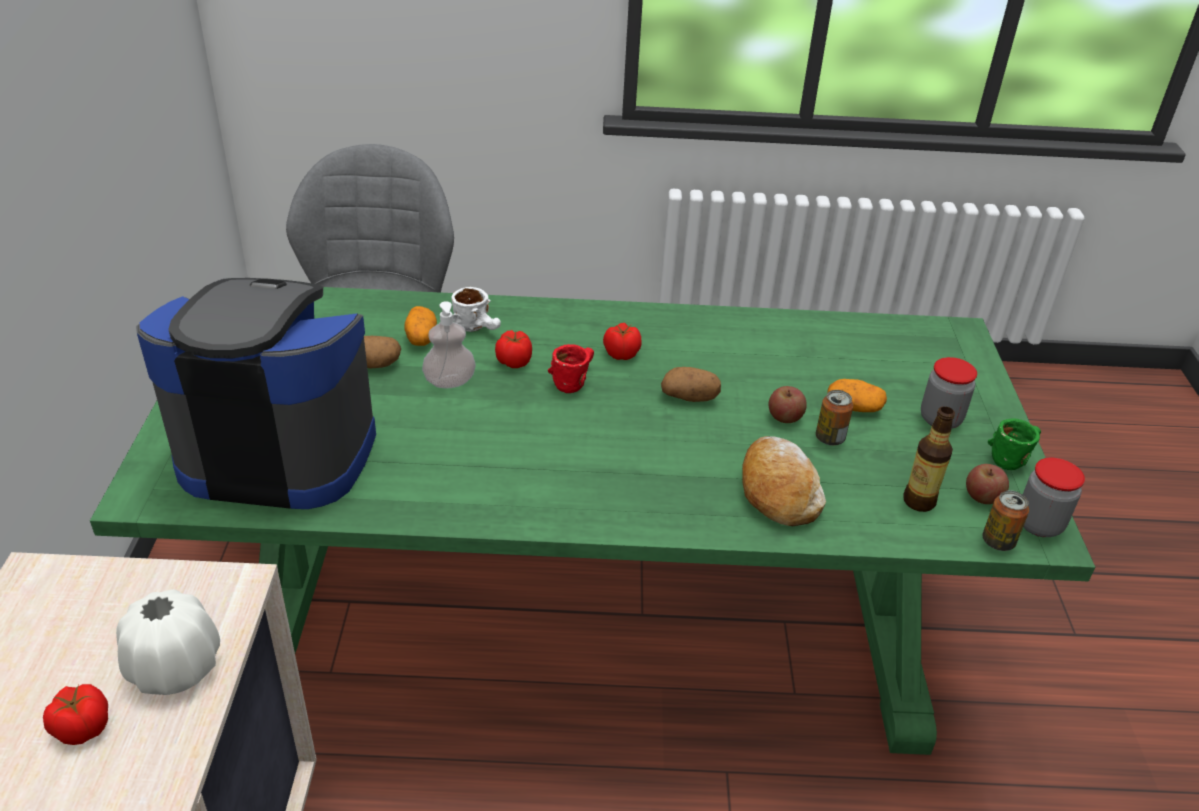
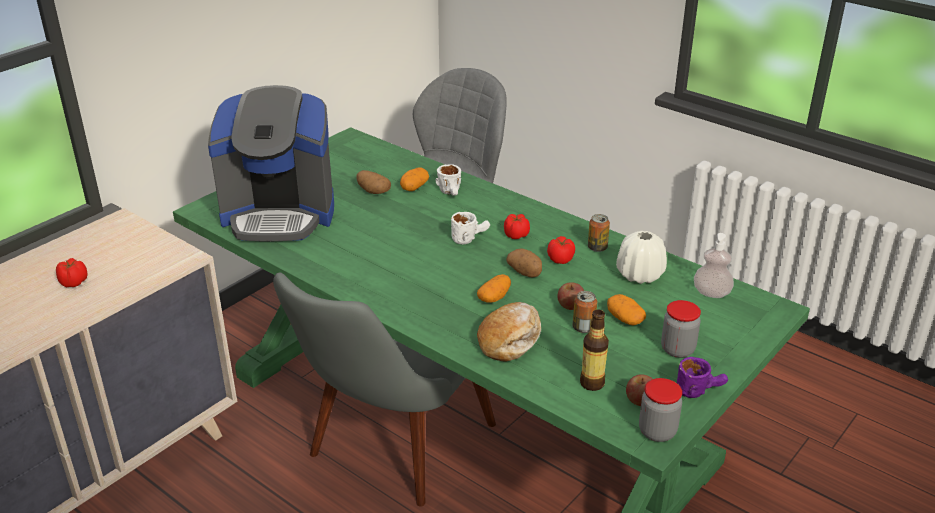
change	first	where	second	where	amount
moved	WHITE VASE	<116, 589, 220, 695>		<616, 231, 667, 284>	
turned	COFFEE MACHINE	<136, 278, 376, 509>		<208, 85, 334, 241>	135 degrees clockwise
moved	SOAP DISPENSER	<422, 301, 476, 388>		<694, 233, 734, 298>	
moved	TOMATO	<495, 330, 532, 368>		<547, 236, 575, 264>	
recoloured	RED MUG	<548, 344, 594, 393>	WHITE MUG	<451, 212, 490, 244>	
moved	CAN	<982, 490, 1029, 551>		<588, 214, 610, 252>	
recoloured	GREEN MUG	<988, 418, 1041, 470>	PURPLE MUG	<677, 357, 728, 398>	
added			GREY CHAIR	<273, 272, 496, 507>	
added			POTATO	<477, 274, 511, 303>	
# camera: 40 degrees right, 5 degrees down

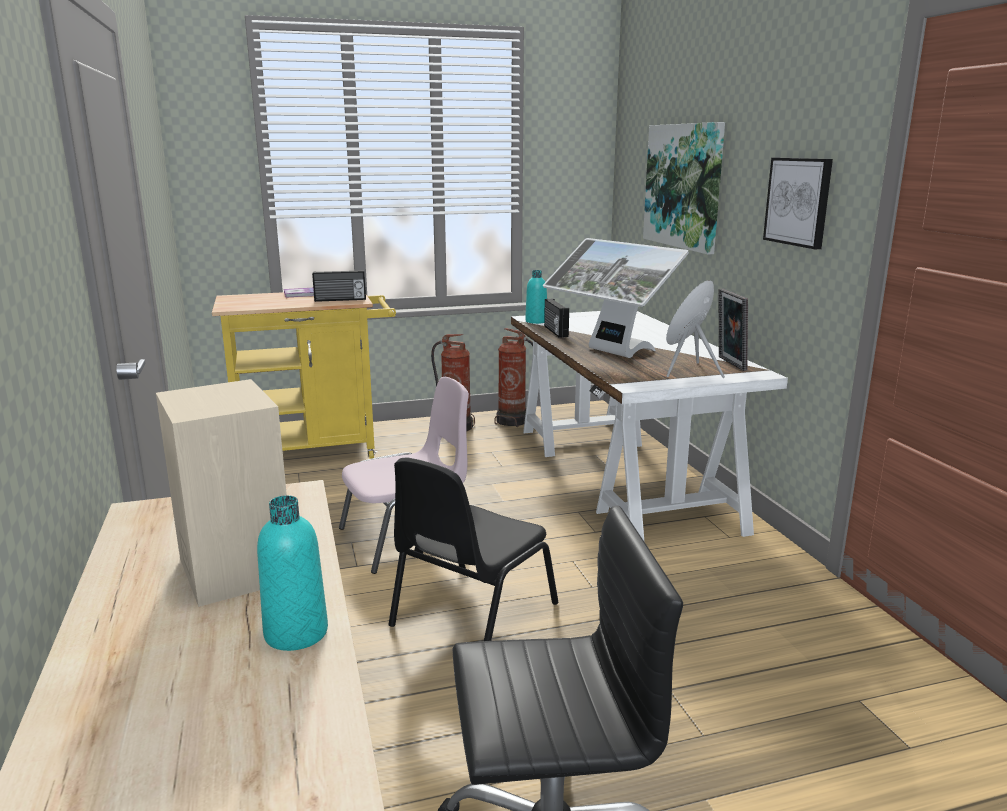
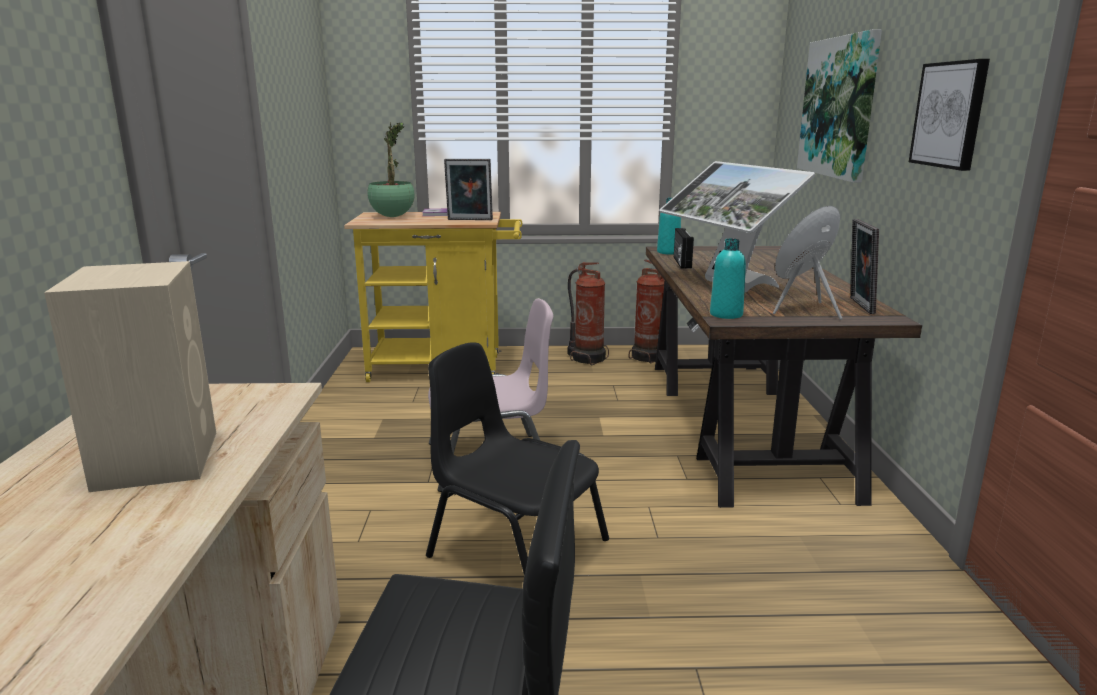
change	first	where	second	where	amount
moved	TURQUOISE BOTTLE	<257, 495, 328, 651>		<710, 238, 746, 319>	
replaced	RADIO	<312, 270, 366, 302>	PICTURE FRAME	<444, 159, 493, 220>	
turned	BLACK CHAIR	<389, 458, 558, 641>		<426, 342, 609, 575>	75 degrees clockwise
recoloured	WHITE DESK	<511, 311, 788, 541>	BROWN DESK	<646, 246, 922, 508>	
added			POTTED PLANT	<368, 122, 415, 217>	
# camera: 15 degrees right, 0 degrees up

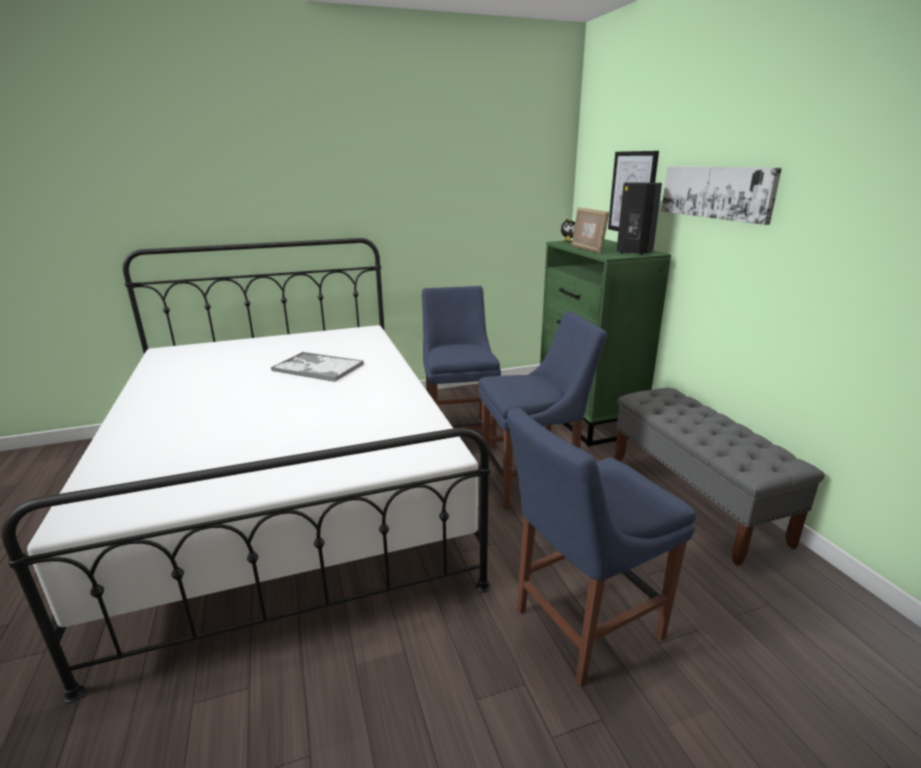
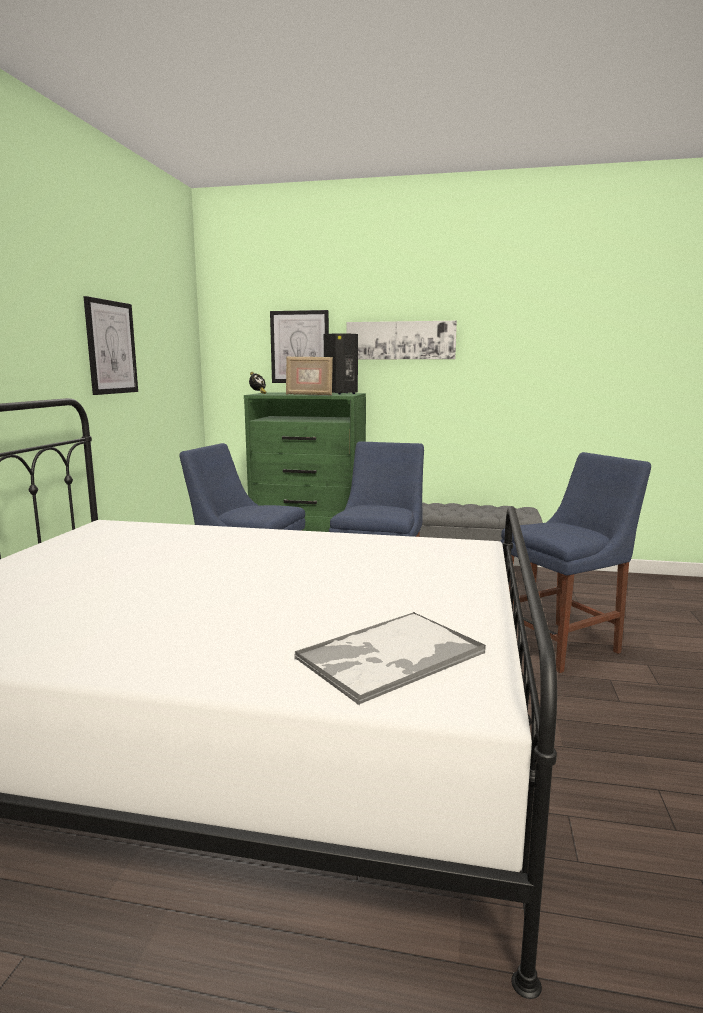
change	first	where	second	where	amount
moved	TRAY	<271, 352, 364, 382>		<294, 612, 486, 706>	
turned	BLUE CHAIR	<507, 407, 696, 686>		<500, 452, 651, 673>	120 degrees counterclockwise
added			PICTURE	<84, 296, 138, 395>	
# camera: 60 degrees left, 10 degrees down

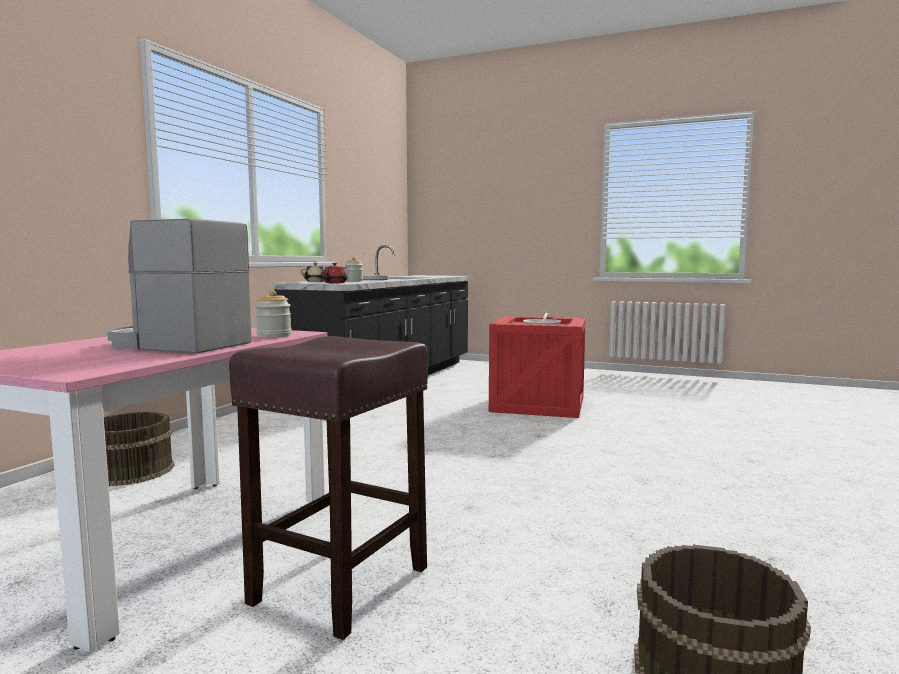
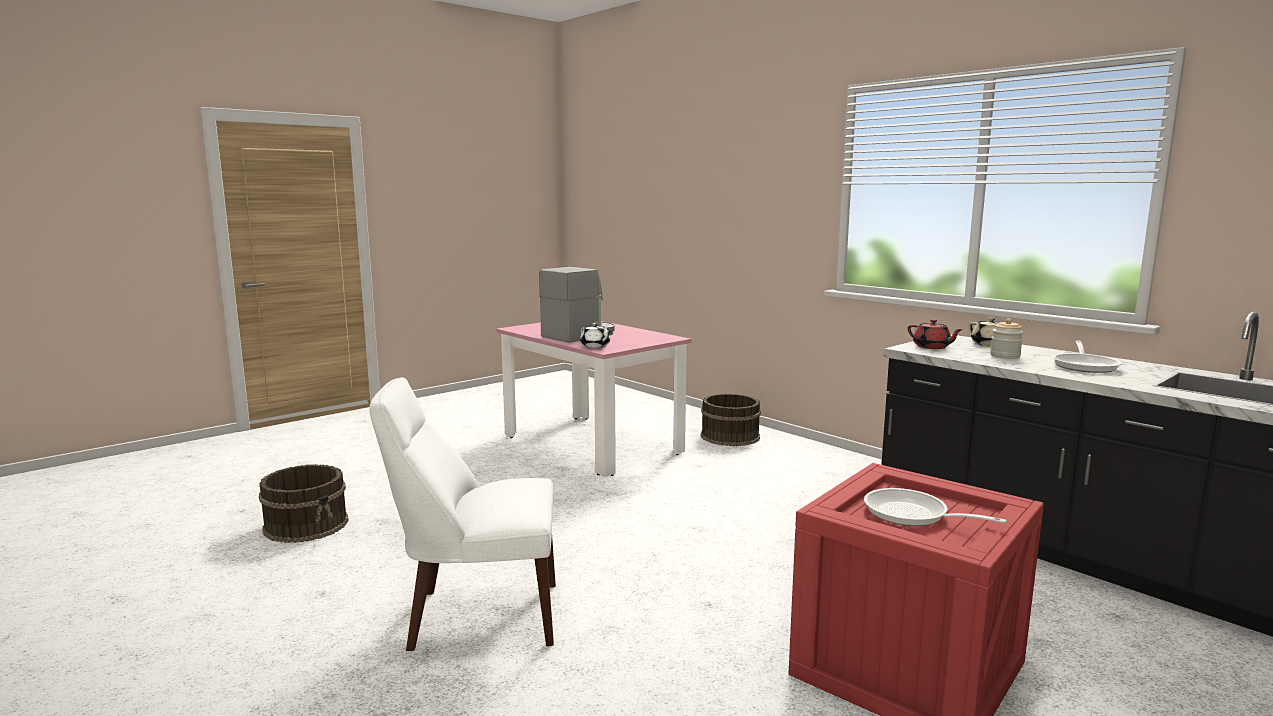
change	first	where	second	where	amount
removed	BROWN STOOL	<229, 336, 428, 640>			
replaced	JAR	<255, 290, 292, 338>	WHITE TEAPOT	<580, 323, 612, 348>	
added			WHITE CHAIR	<369, 377, 556, 651>	
# camera: 115 degrees right, 5 degrees up

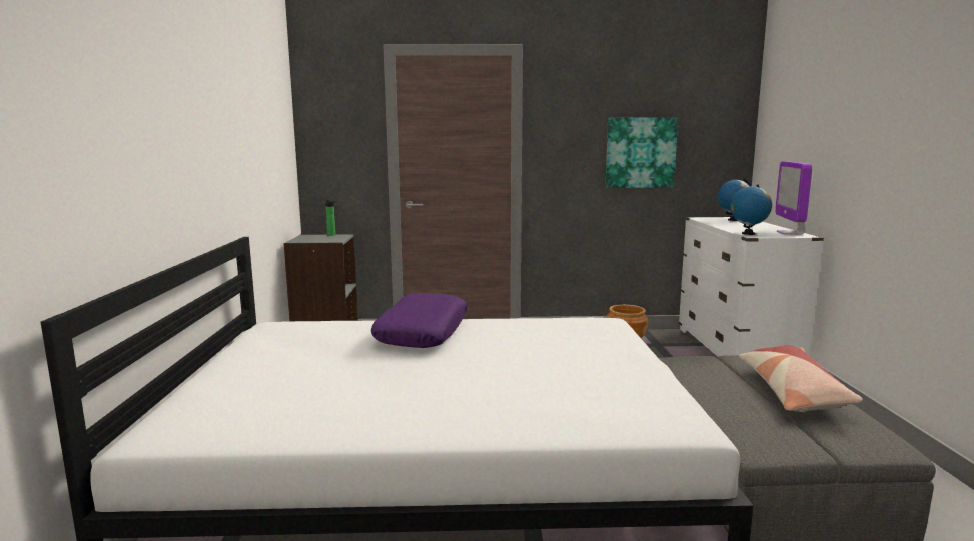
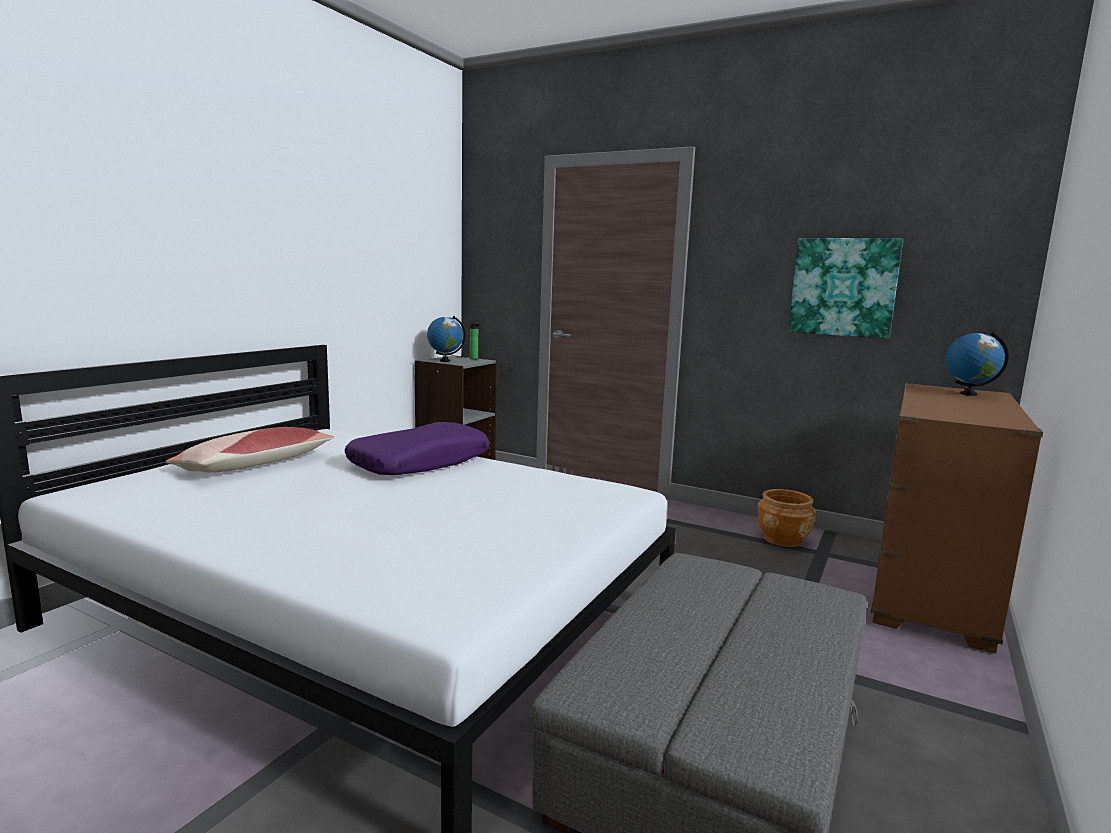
change	first	where	second	where	amount
recoloured	WHITE DRESSER	<679, 217, 824, 357>	BROWN DRESSER	<871, 383, 1043, 653>	
moved	GLOBE	<730, 184, 772, 235>		<427, 316, 466, 362>	
moved	PILLOW	<739, 346, 863, 412>		<165, 427, 334, 473>	
removed	MONITOR	<775, 162, 812, 235>			
# camera: 30 degrees right, 0 degrees up

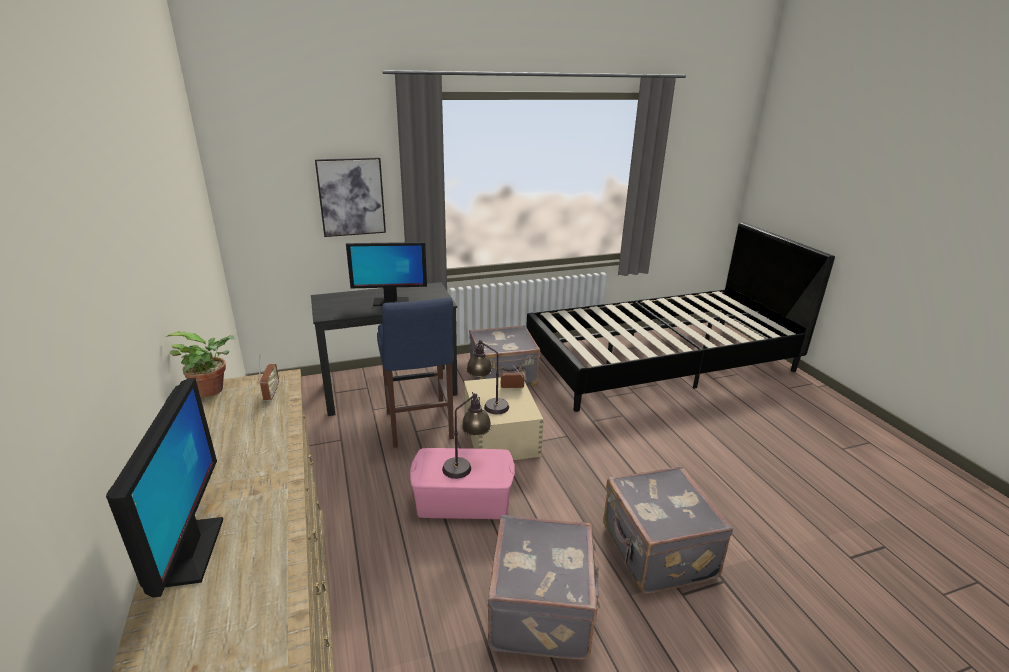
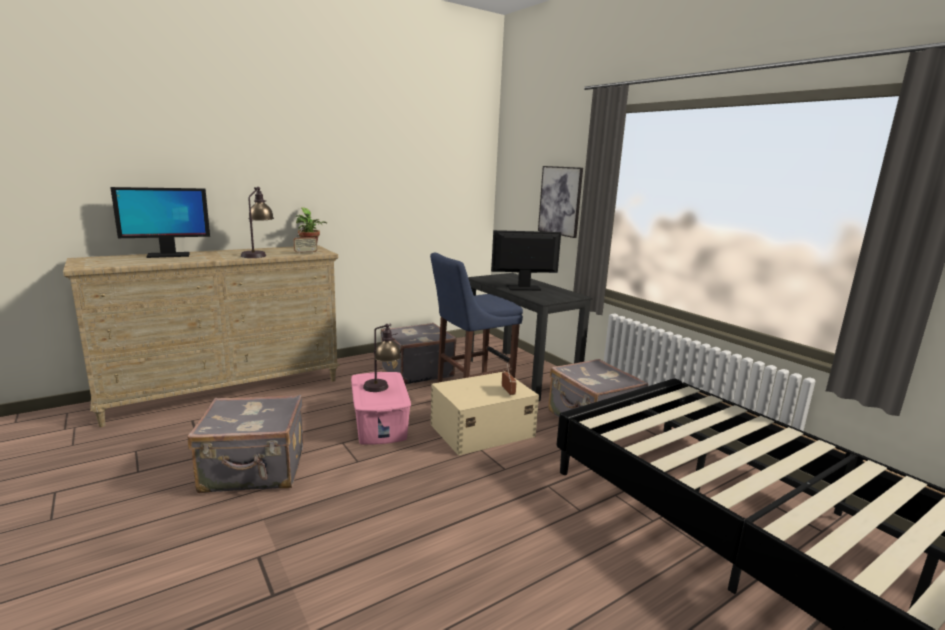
change	first	where	second	where	amount
turned	MONITOR	<346, 242, 427, 306>		<491, 230, 561, 291>	105 degrees clockwise
moved	TABLE LAMP	<466, 340, 509, 414>		<241, 187, 274, 258>	
moved	GREY SUITCASE	<603, 466, 733, 594>		<381, 323, 457, 385>	
# camera: 75 degrees right, 10 degrees down

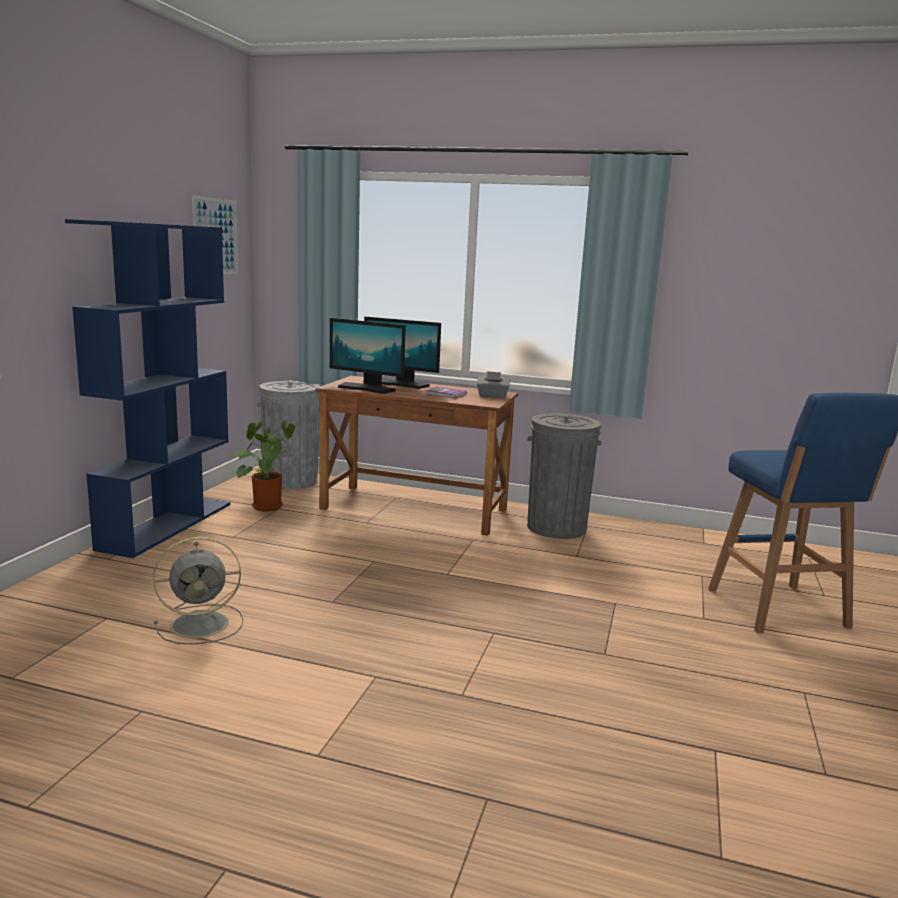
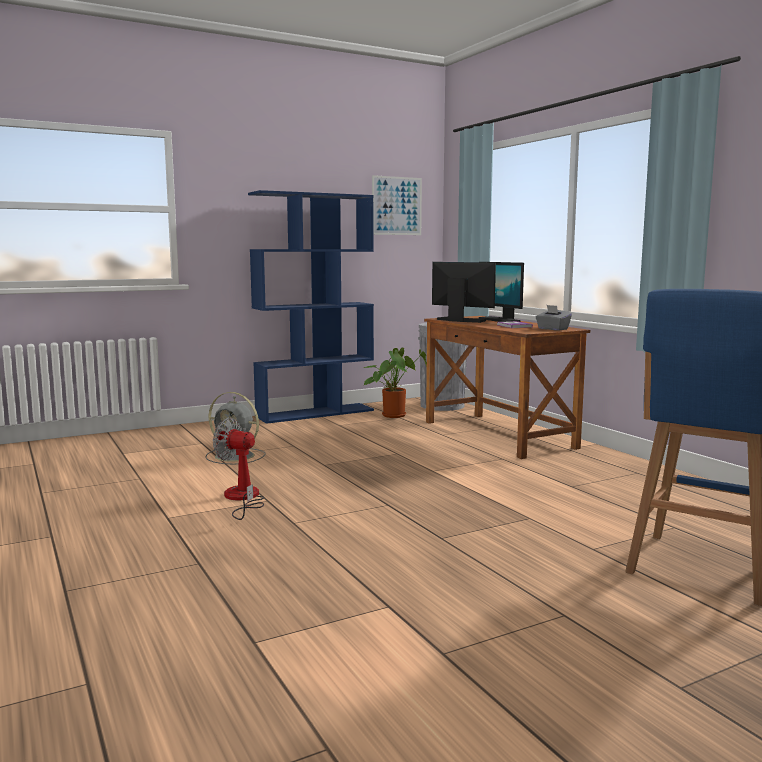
change	first	where	second	where	amount
turned	MONITOR	<330, 318, 406, 394>		<432, 262, 496, 323>	150 degrees clockwise
removed	GREY TRASH CAN	<527, 413, 601, 539>			
added			FAN	<213, 417, 264, 520>	
# camera: 45 degrees right, 5 degrees down

